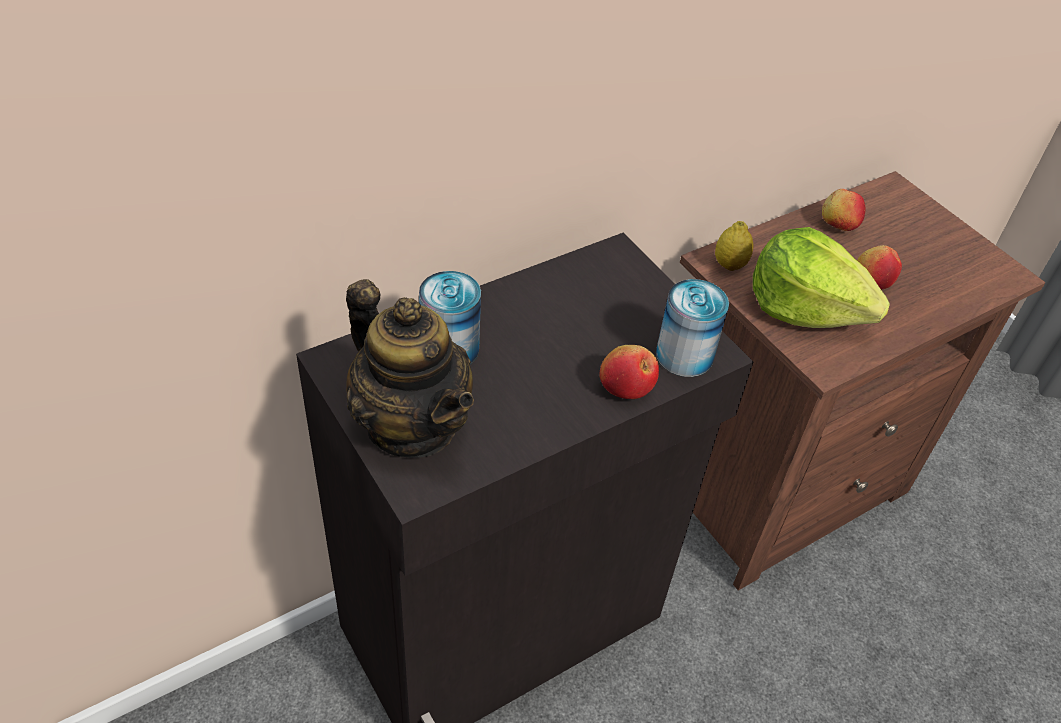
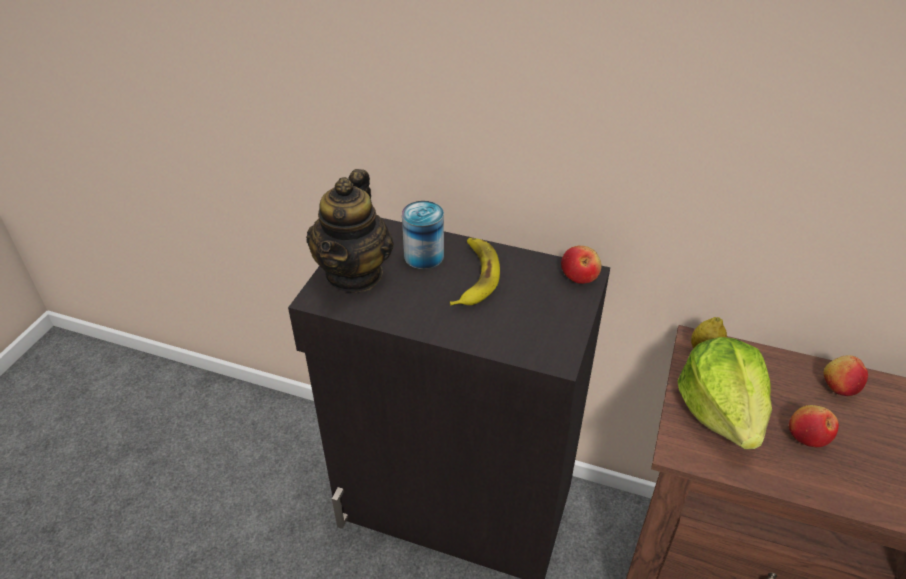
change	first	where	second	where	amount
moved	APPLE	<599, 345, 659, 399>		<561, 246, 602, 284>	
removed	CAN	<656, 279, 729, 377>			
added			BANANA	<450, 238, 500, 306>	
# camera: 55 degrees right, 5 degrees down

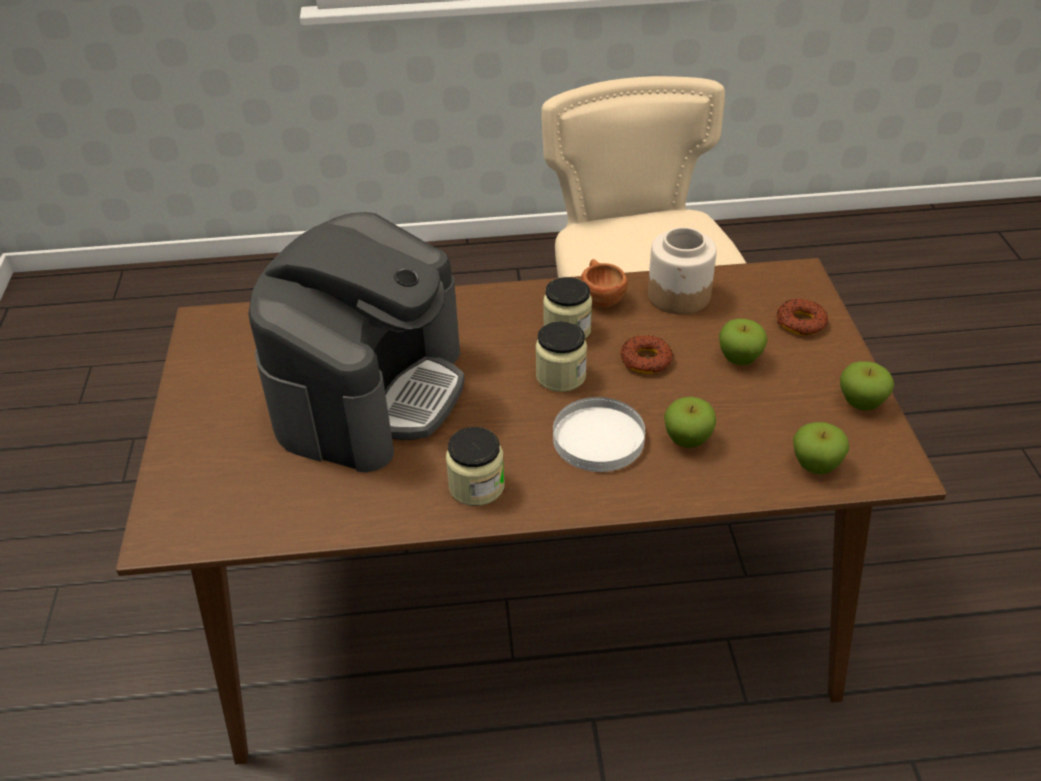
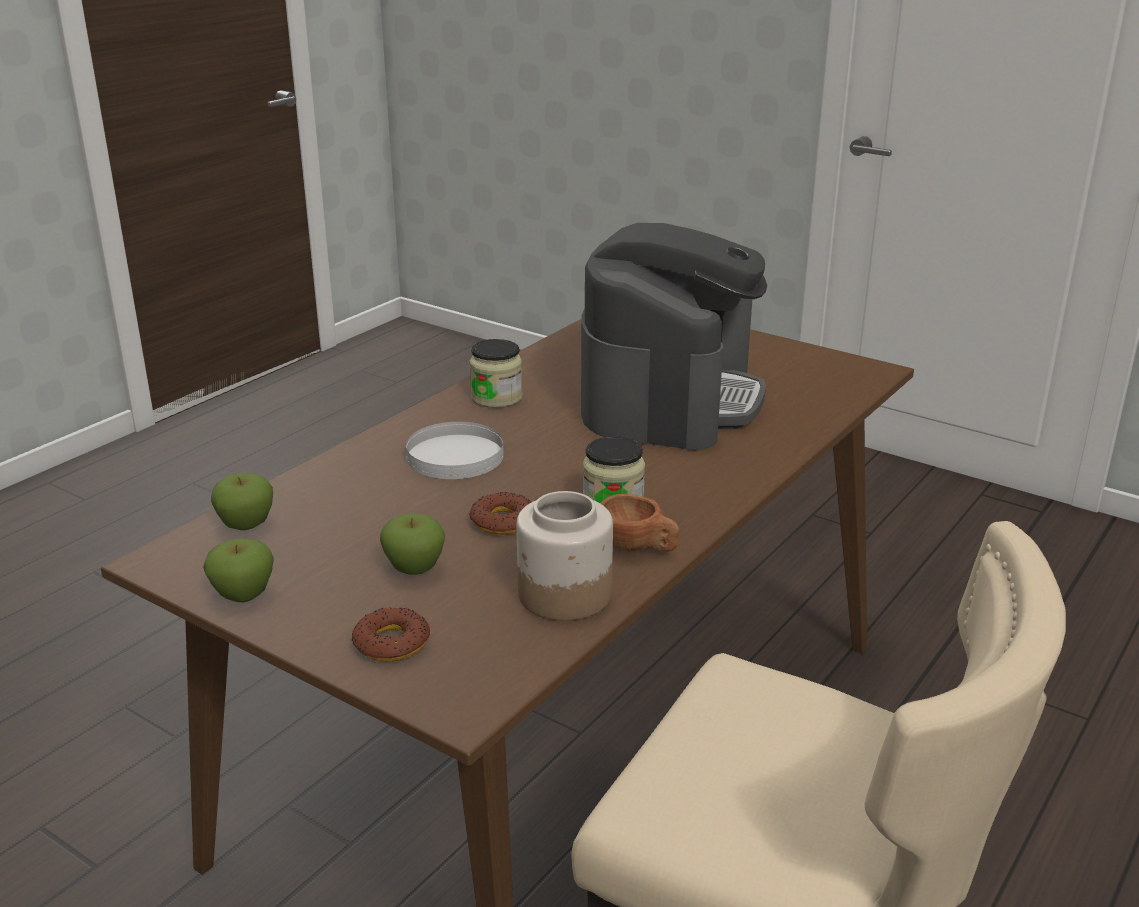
change	first	where	second	where	amount
turned	COFFEE MACHINE	<248, 212, 464, 472>		<581, 223, 767, 451>	135 degrees counterclockwise
removed	JAR	<535, 321, 587, 392>			
removed	APPLE	<664, 397, 716, 448>			
# camera: 130 degrees right, 15 degrees down

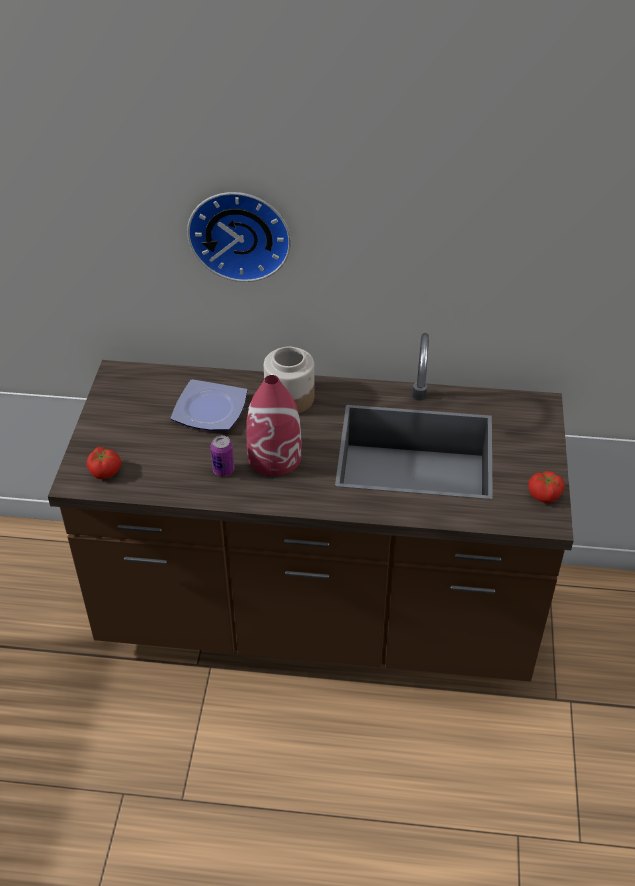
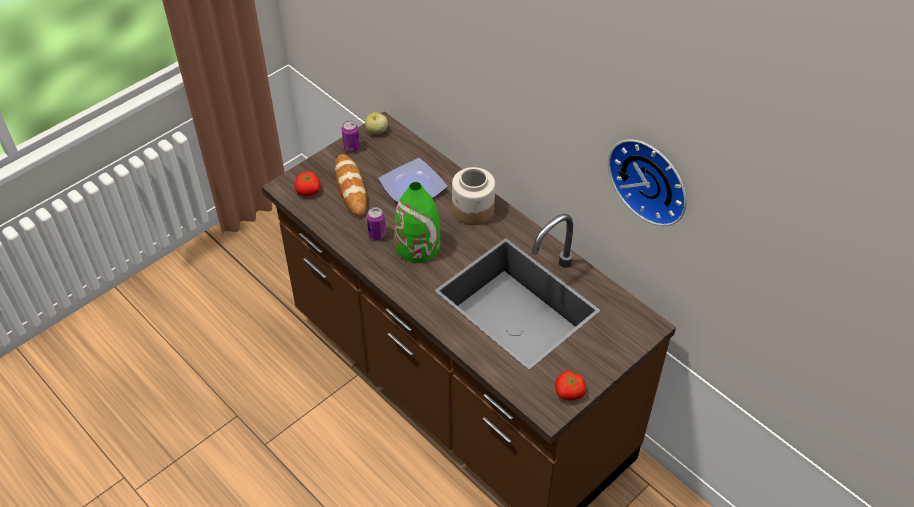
change	first	where	second	where	amount
moved	WALL CLOCK	<187, 192, 291, 282>		<608, 139, 687, 226>	
recoloured	RED VASE	<246, 375, 302, 476>	GREEN VASE	<395, 182, 440, 262>	
added			BREAD	<335, 154, 367, 217>	
added			CAN	<342, 121, 360, 152>	
added			APPLE	<365, 113, 388, 134>	
# camera: 40 degrees right, 5 degrees up

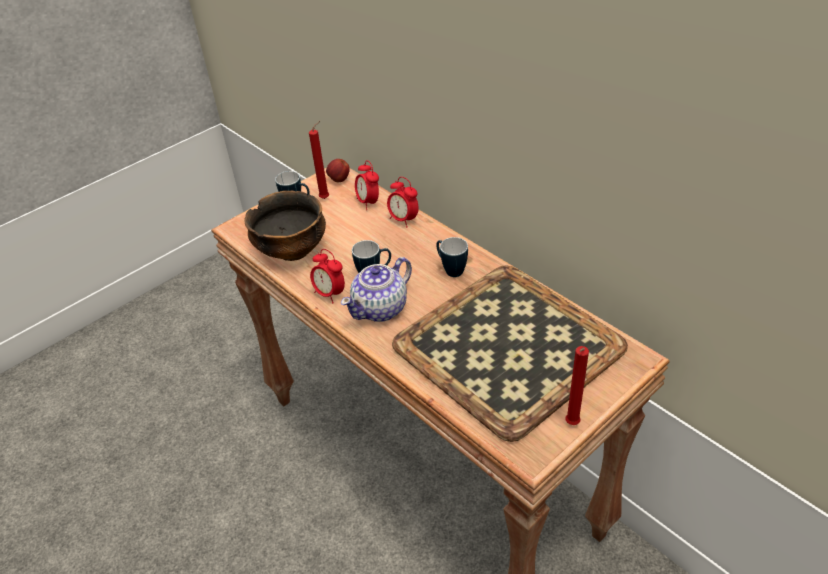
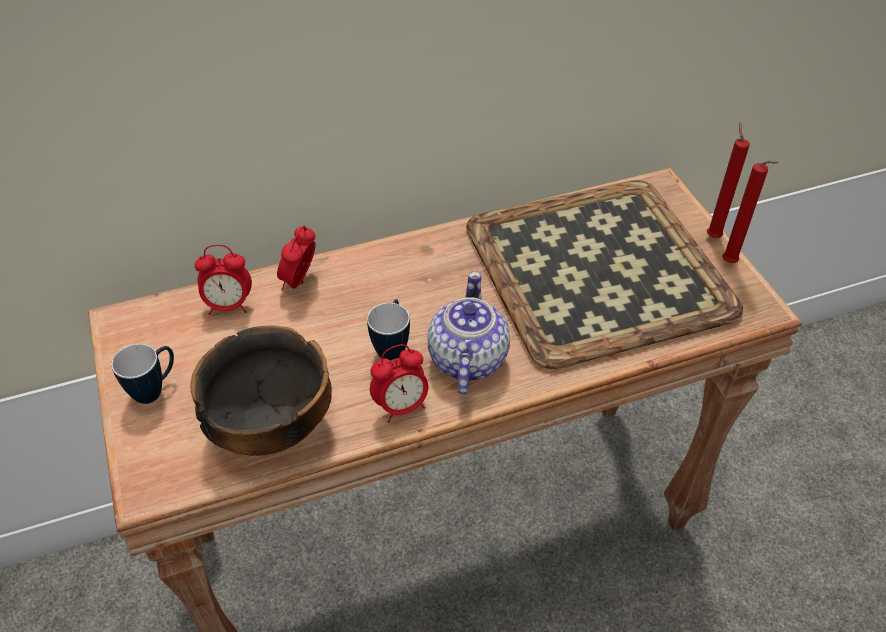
change	first	where	second	where	amount
moved	RED CANDLE	<309, 121, 329, 199>		<707, 122, 750, 238>	
removed	APPLE	<326, 159, 350, 182>			
turned	TEAPOT	<341, 257, 412, 322>		<428, 271, 510, 395>	150 degrees counterclockwise
turned	ALARM CLOCK	<387, 177, 419, 228>		<277, 226, 316, 291>	135 degrees clockwise
removed	MUG	<436, 237, 468, 277>			
# camera: 70 degrees left, 5 degrees up

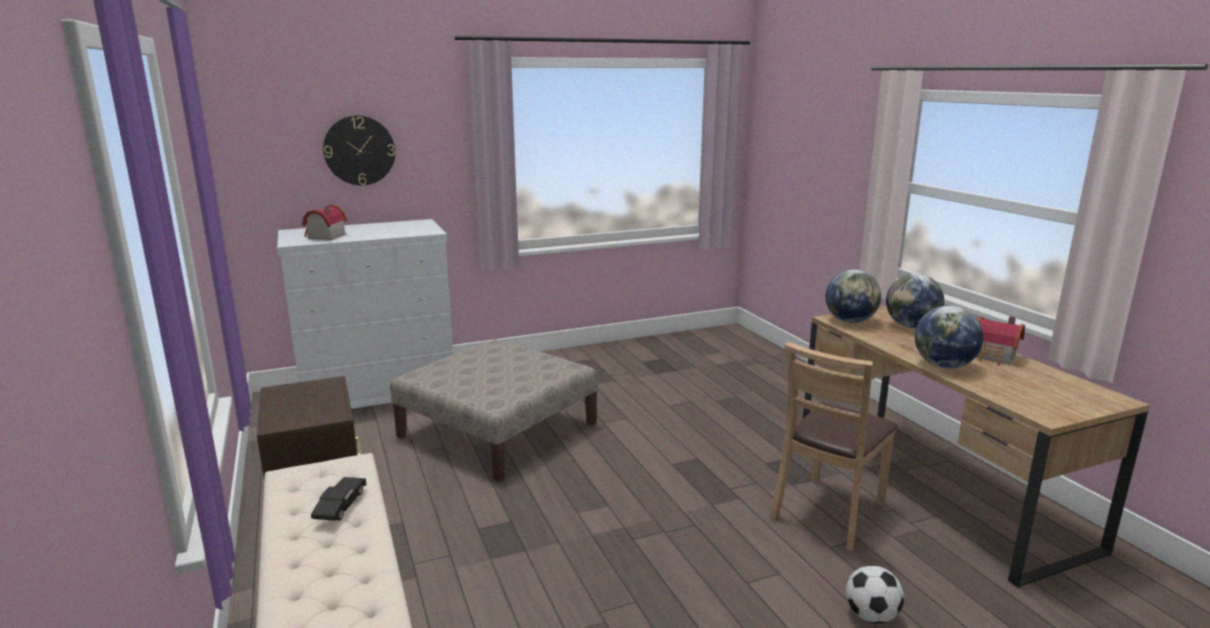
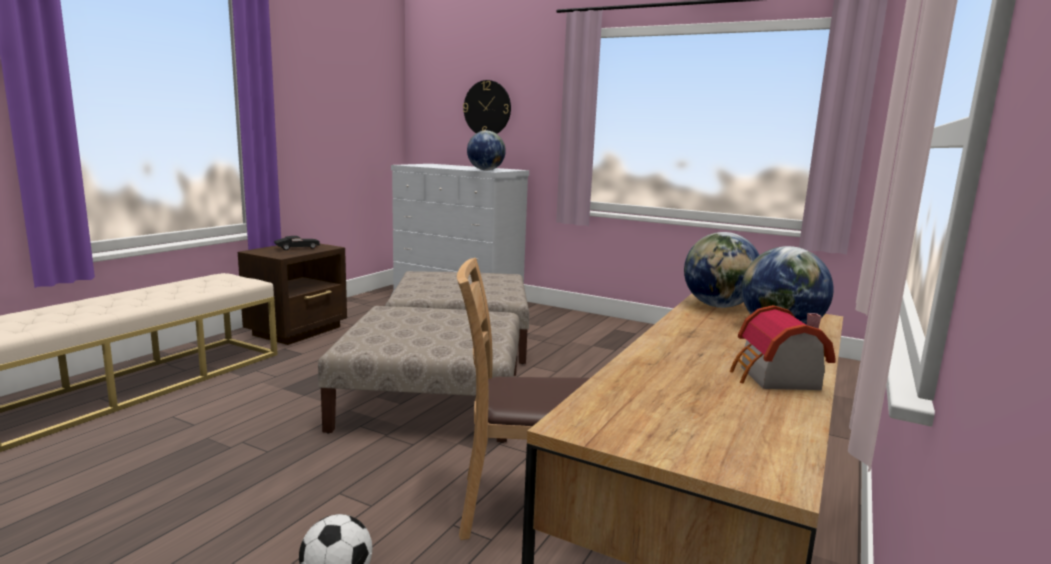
change	first	where	second	where	amount
removed	TOY HOUSE	<302, 205, 347, 240>			
moved	BLACK TOY CAR	<311, 477, 367, 521>		<274, 236, 320, 250>	
moved	GLOBE	<915, 306, 984, 369>		<467, 131, 506, 171>	
added			BEIGE OTTOMAN	<318, 306, 520, 443>	
# camera: 50 degrees right, 5 degrees down

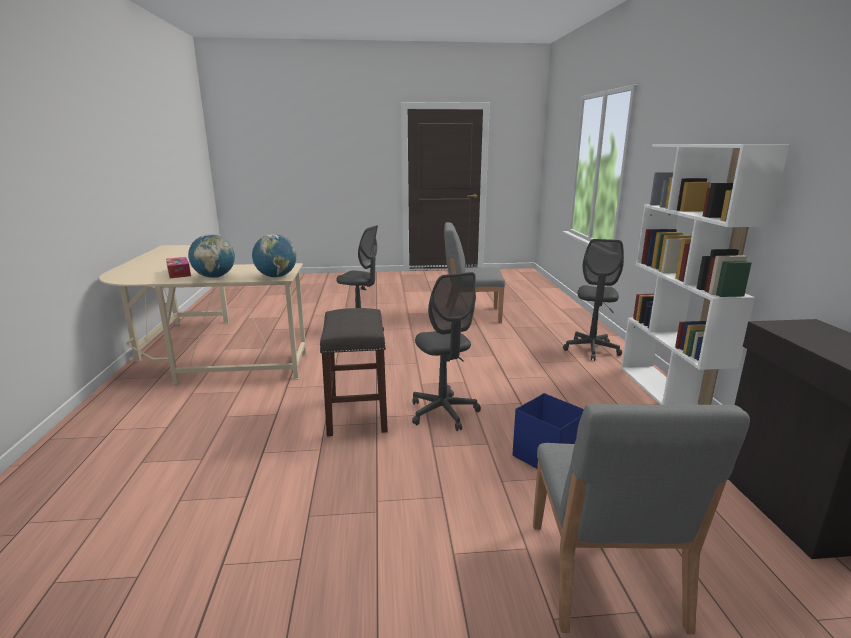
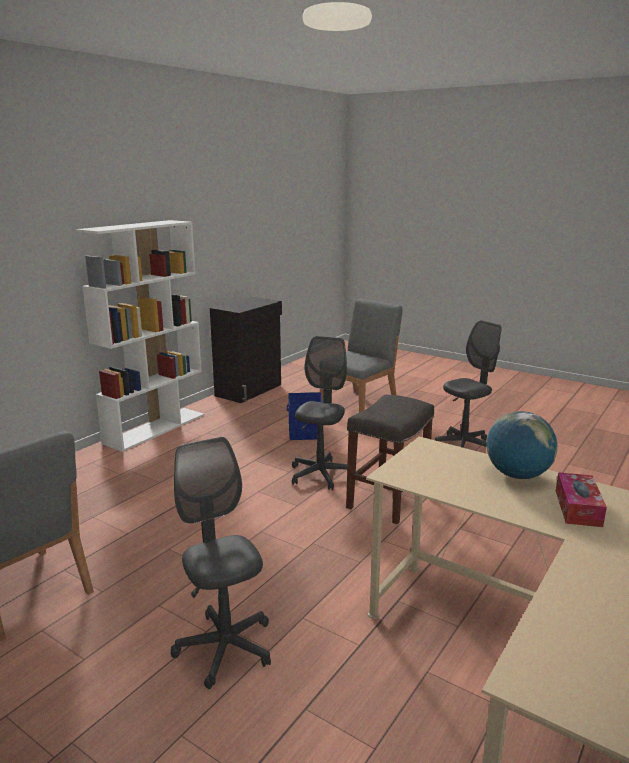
change	first	where	second	where	amount
removed	GLOBE	<252, 234, 297, 278>			
moved	GREY OFFICE CHAIR	<563, 239, 624, 361>		<434, 320, 502, 448>	
# camera: 140 degrees left, 0 degrees up

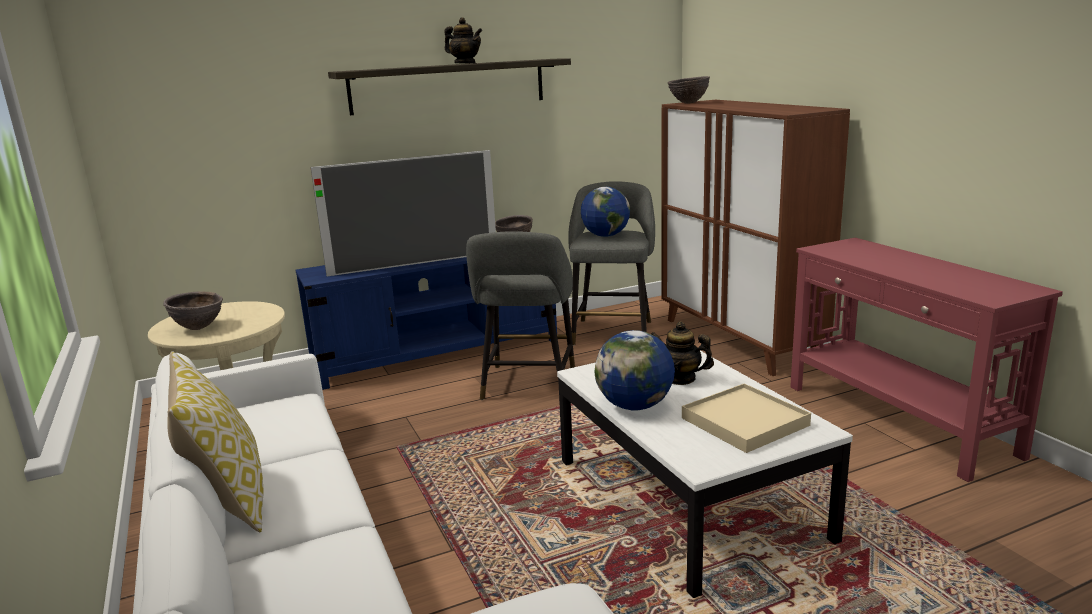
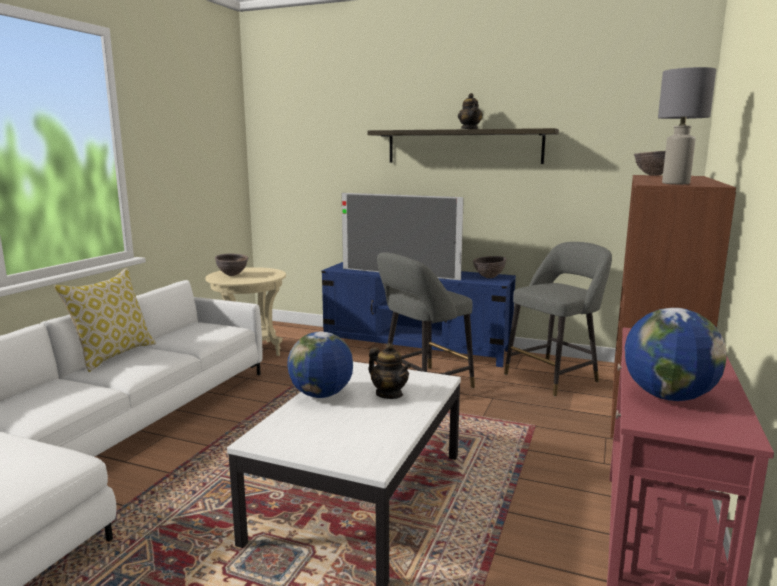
change	first	where	second	where	amount
moved	GLOBE	<581, 187, 630, 237>		<625, 308, 727, 401>	
turned	TEAPOT	<651, 321, 714, 385>		<368, 343, 411, 399>	150 degrees clockwise
removed	BEIGE TRAY	<682, 383, 811, 453>			
added			GREY TABLE LAMP	<658, 67, 716, 184>	
# camera: 45 degrees right, 5 degrees down

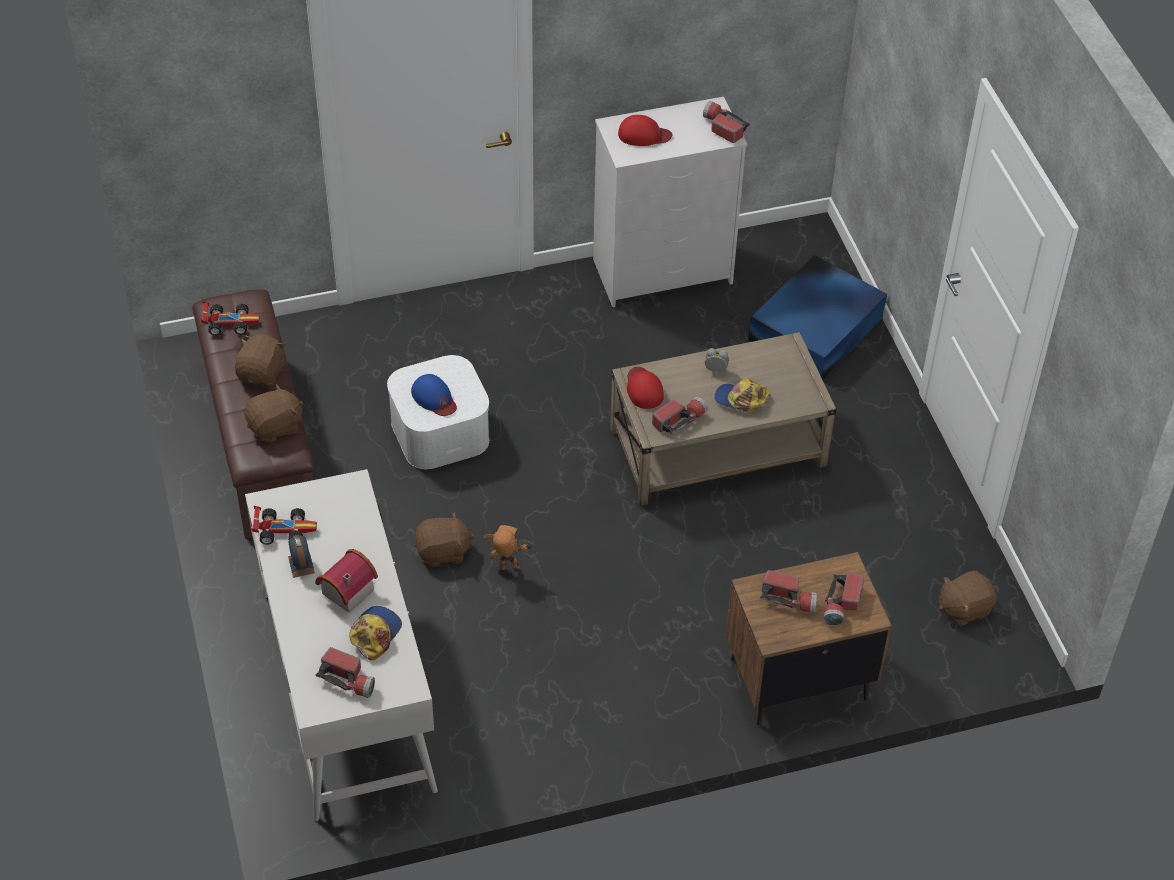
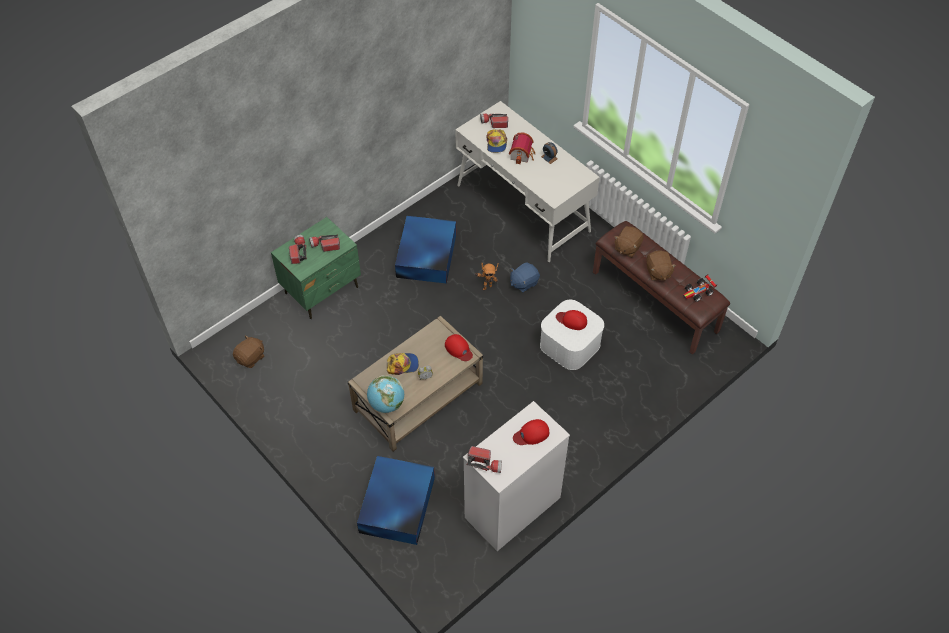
change	first	where	second	where	amount
removed	TOY CAR	<251, 506, 317, 545>			
recoloured	BLUE CAP	<411, 374, 457, 416>	RED CAP	<556, 310, 587, 330>	
recoloured	BROWN PLUSH TOY	<414, 512, 475, 567>	BLUE PLUSH TOY	<510, 263, 540, 293>	
removed	FLASHLIGHT	<652, 397, 708, 434>			
recoloured	BROWN NIGHTSTAND	<726, 552, 892, 726>	GREEN NIGHTSTAND	<271, 217, 361, 319>	
added			GLOBE	<367, 375, 404, 413>	
added			BLUE STORAGE BOX	<395, 216, 456, 284>	
# camera: 155 degrees right, 5 degrees up

